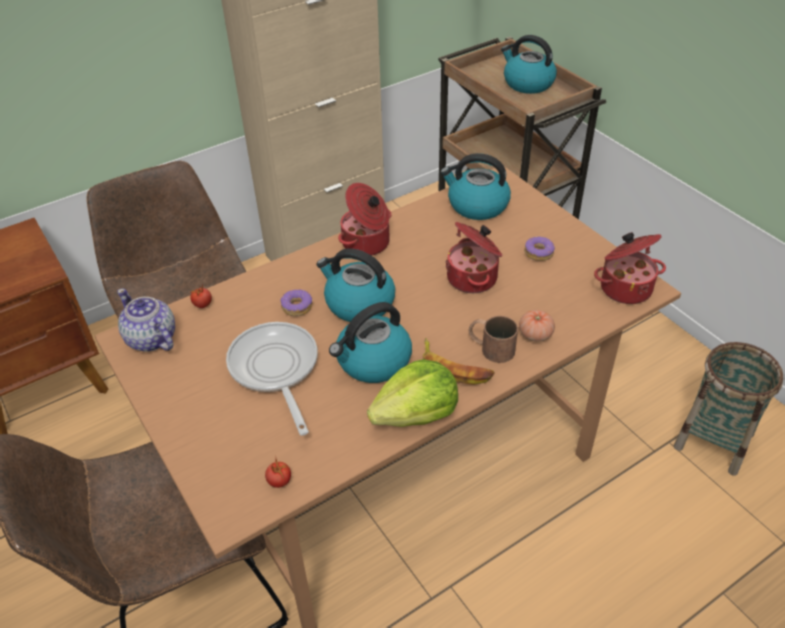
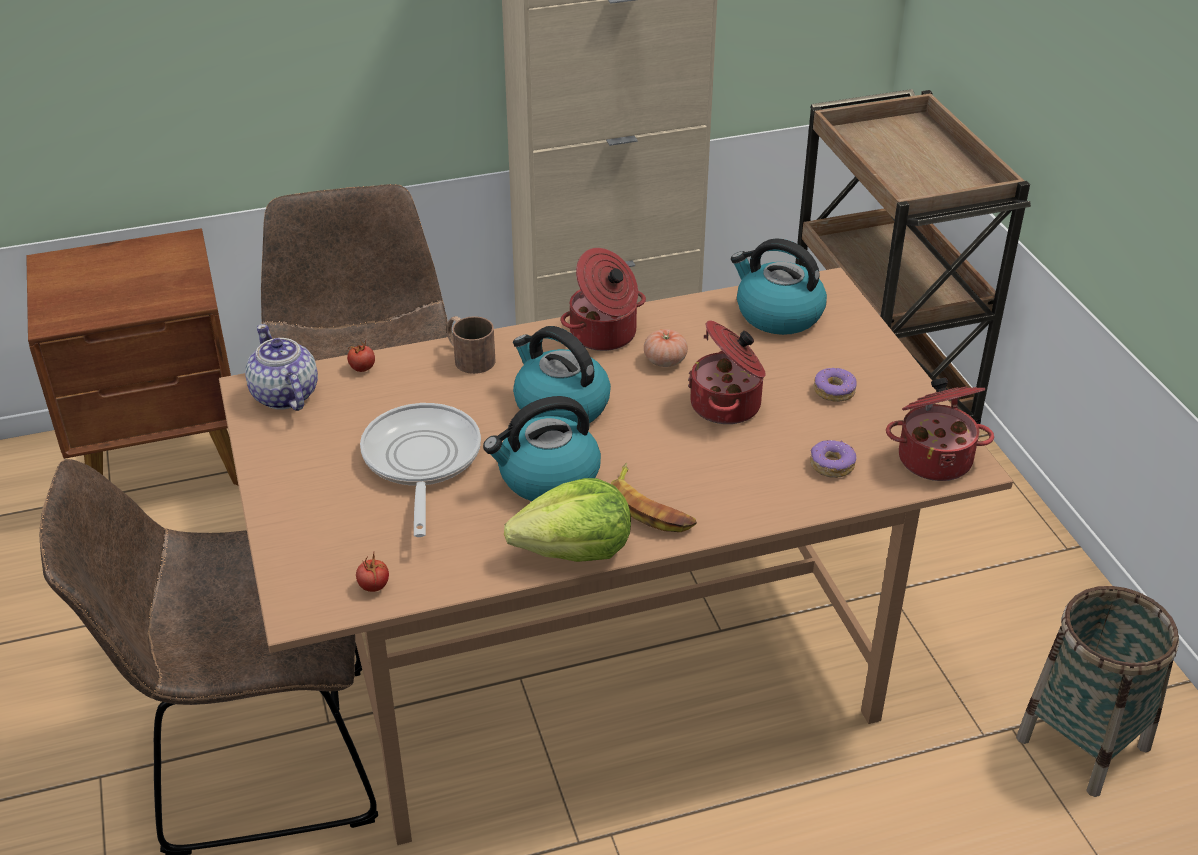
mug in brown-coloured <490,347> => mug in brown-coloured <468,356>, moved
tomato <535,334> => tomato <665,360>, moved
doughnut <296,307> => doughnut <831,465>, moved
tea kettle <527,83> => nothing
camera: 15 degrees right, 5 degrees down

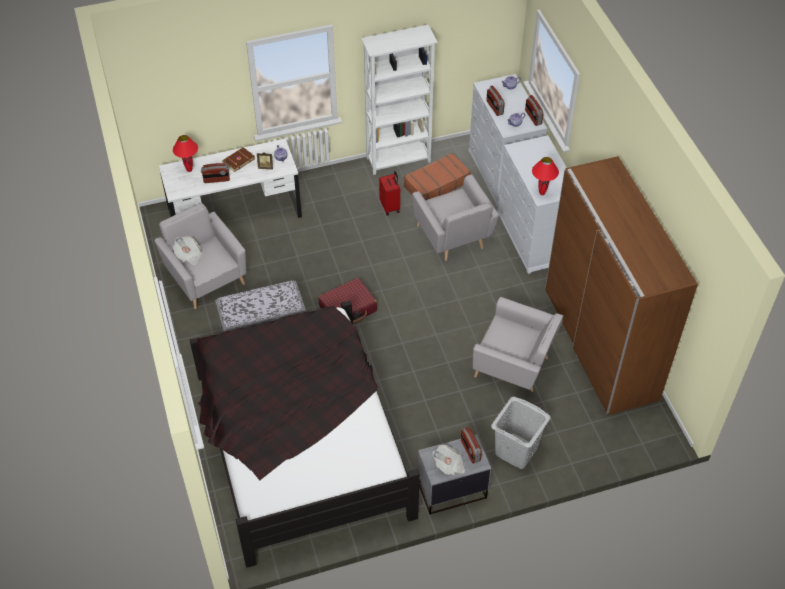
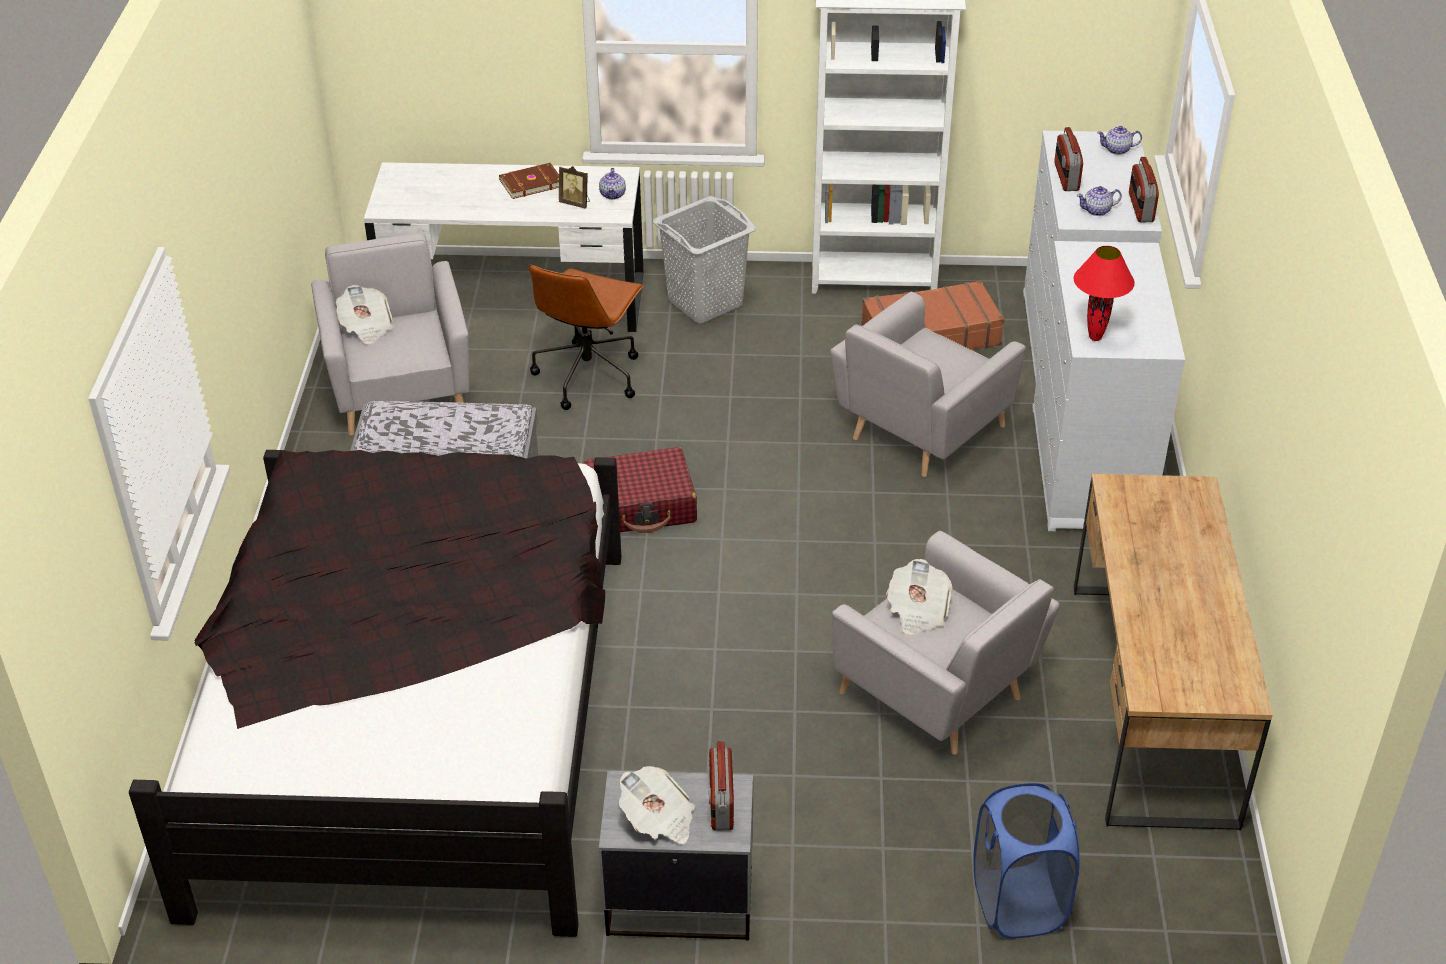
nothing => office chair in brown-coloured <588,375>
laundry basket in greyish <516,450> => laundry basket in greyish <706,303>, moved
easy chair in greyish <453,237> => easy chair in greyish <920,431>, 45 degrees clockwise
nothing => newspaper <917,611>
nothing => laundry basket in blue <1018,903>
armoire in brown-coloured <600,344> => desk in brown-coloured <1151,701>
table lamp in reddish <189,170> => nothing
radio <216,180> => nothing
suitcase in reddish <390,207> => nothing
camera: 20 degrees right, 10 degrees down

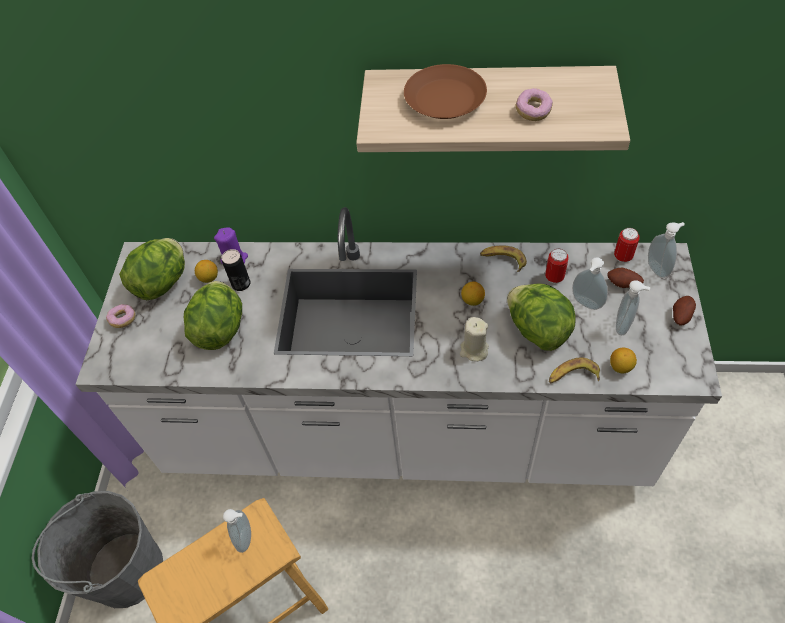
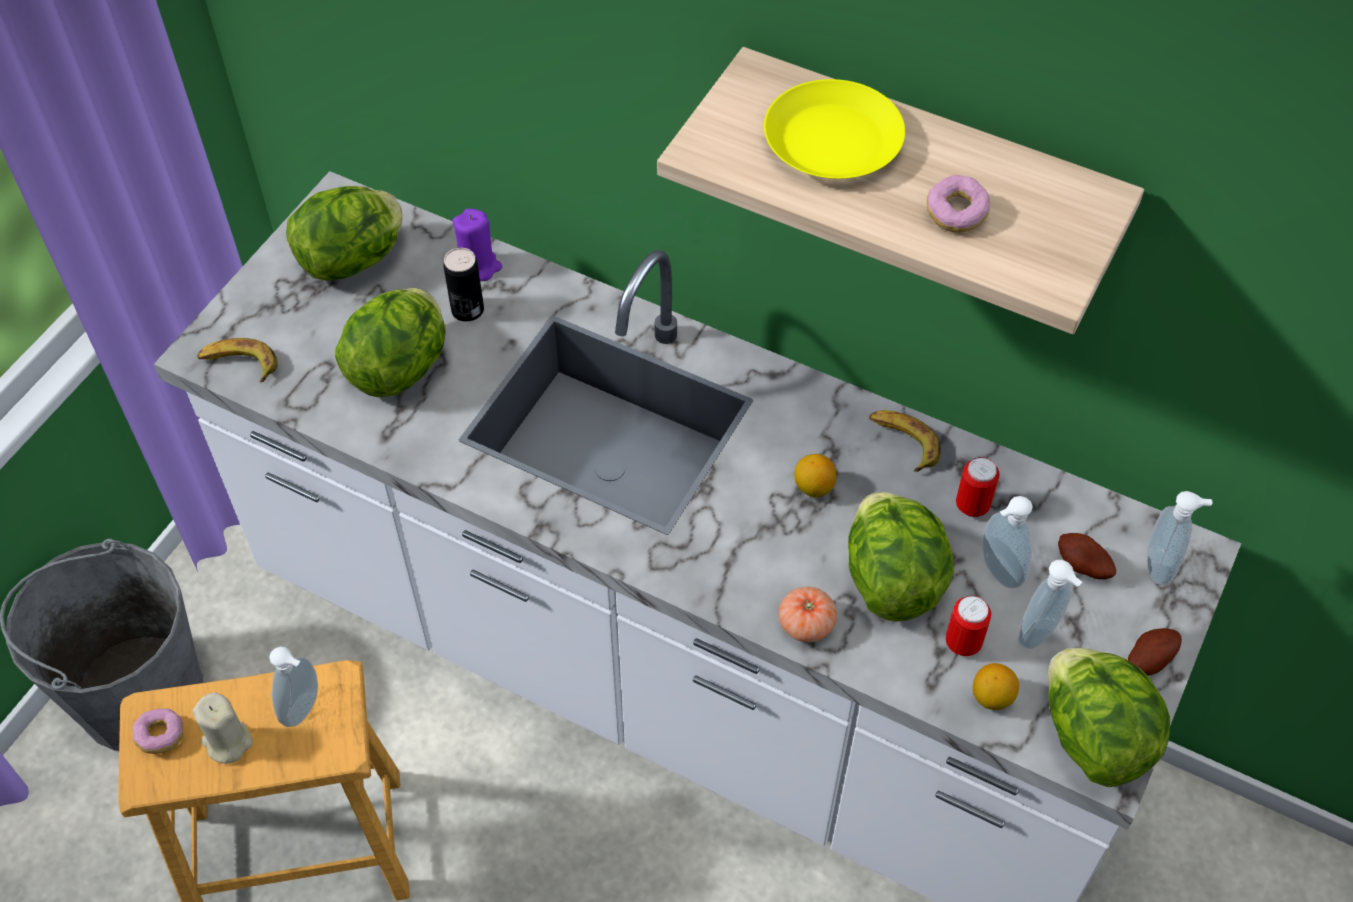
doughnut <123,319> => doughnut <161,736>, moved
wax light in beige-coloured <474,350> => wax light in beige-coloured <227,742>, moved
banana <572,376> => banana <239,364>, moved
dinner plate in brown-coloured <446,99> => dinner plate in yellowish <834,142>
nothing => tomato <806,624>
sealed can <623,257> => sealed can <962,643>, moved
nothing => lettuce <1093,736>
lemon <209,278> => nothing
camera: 20 degrees right, 0 degrees up

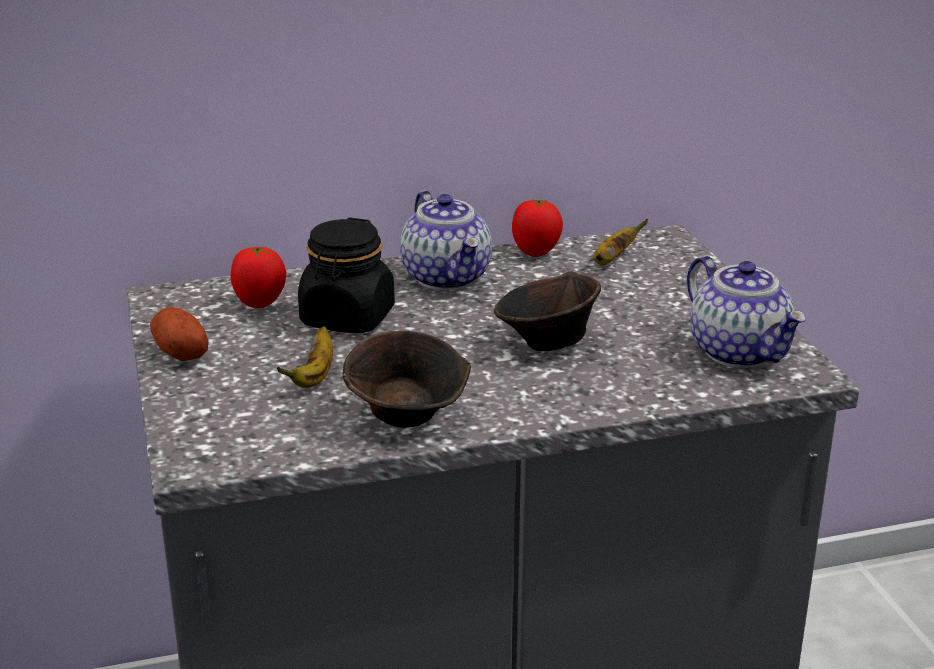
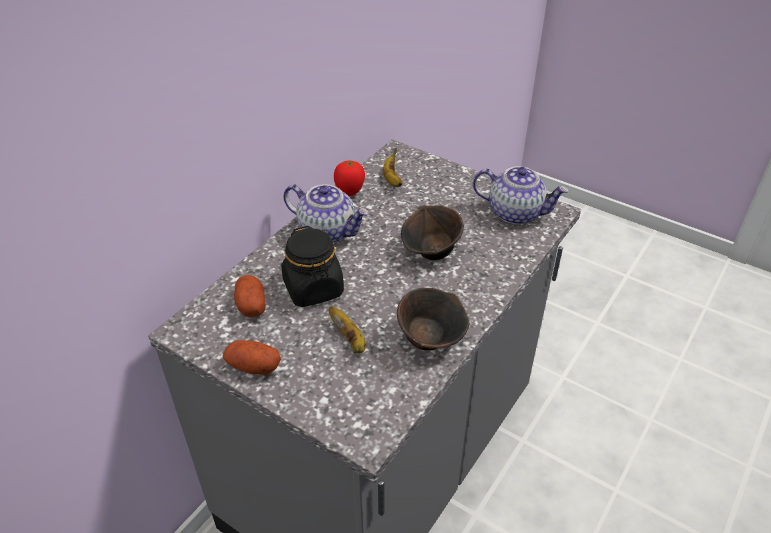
tomato <259,304> => potato <251,305>
camera: 40 degrees left, 15 degrees up

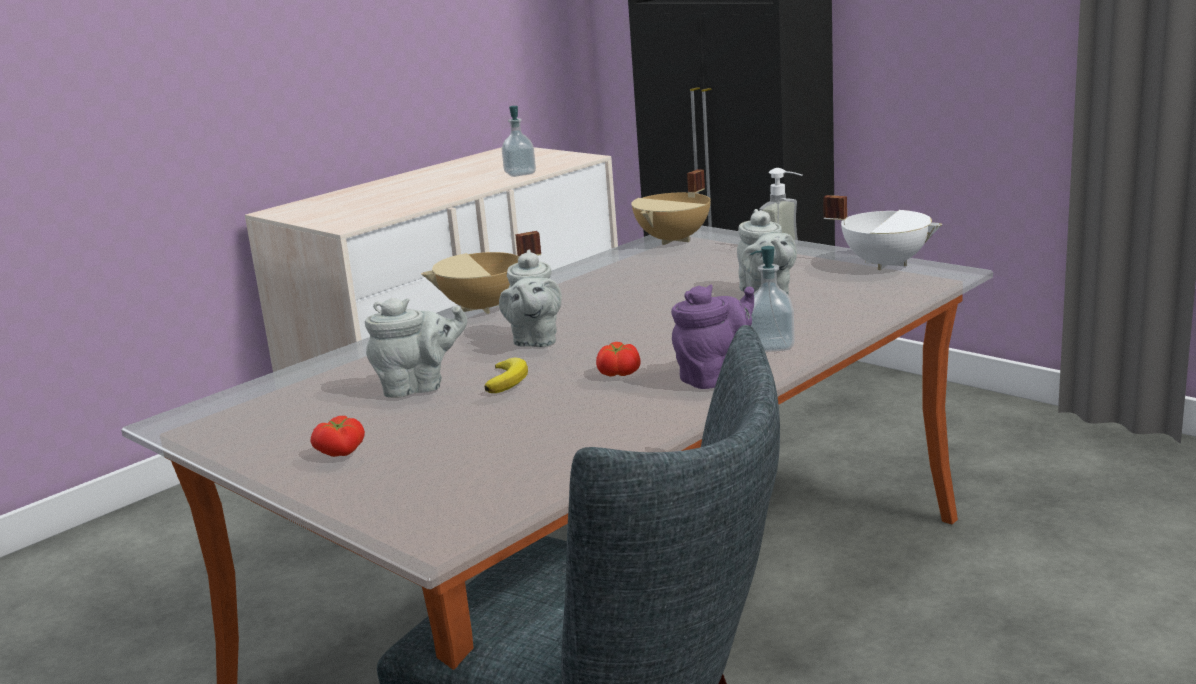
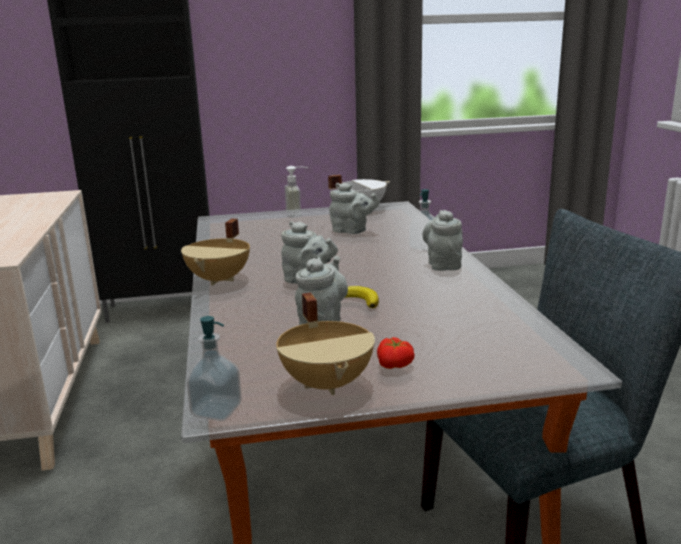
liquid soap bottle <520,174> => liquid soap bottle <216,410>, moved
saucepot in beige-coloured <675,240> => saucepot in beige-coloured <328,383>, moved
tea pot in purple-coloured <715,376> => tea pot in greyish <443,264>
tomato <618,374> => nothing
camera: 55 degrees left, 0 degrees up

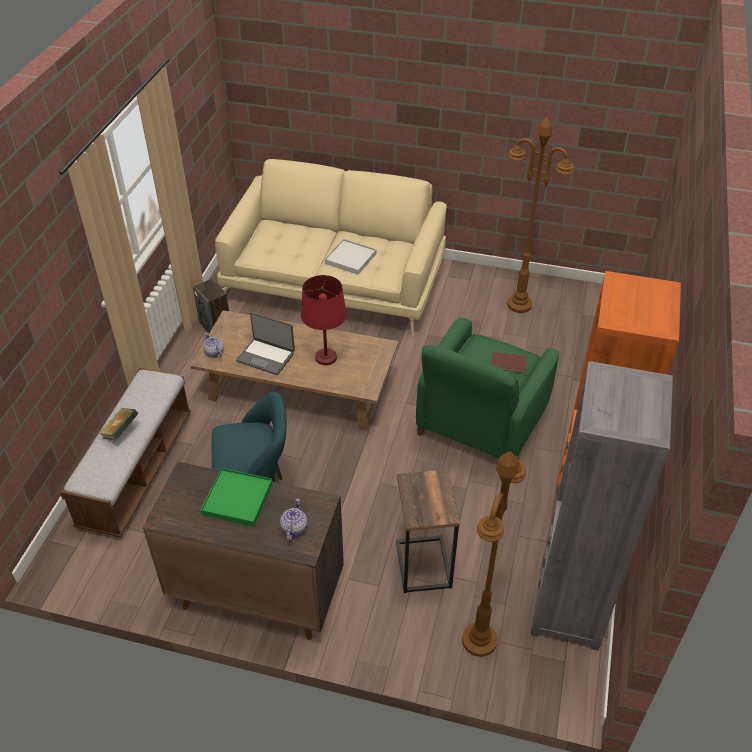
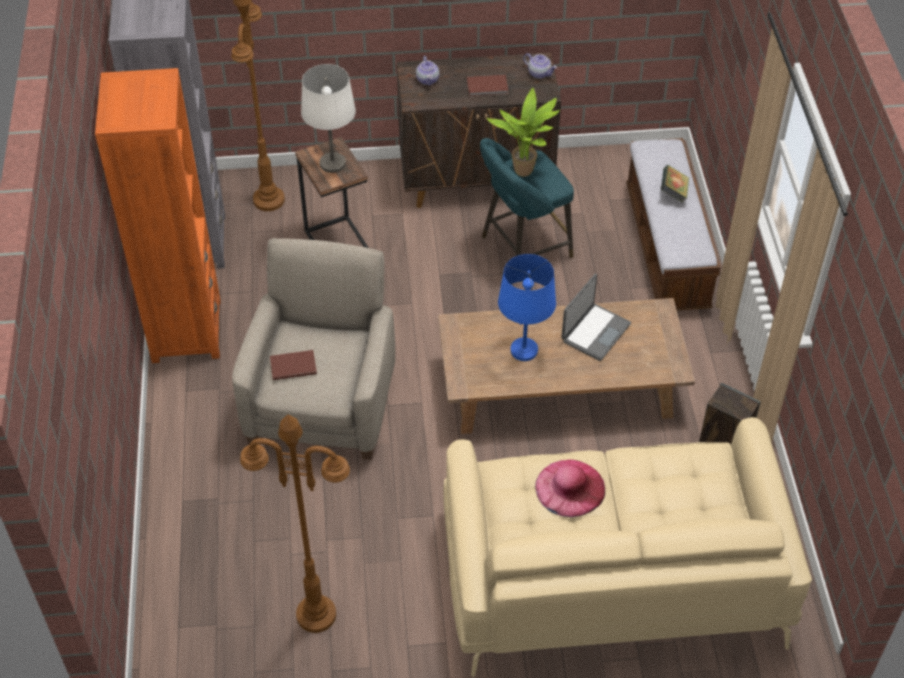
easy chair in green-coloured <480,422> => easy chair in beige-coloured <323,403>
nothing => table lamp in whitish <332,164>
tray in green-coloured <237,499> => book in brown-coloured <488,87>
nothing => houseplant <525,173>
table lamp in reddish <326,358> => table lamp in blue <523,350>
tea pot <214,352> => tea pot <539,73>, moved
tray in whitish <350,258> => hat in pinkish <570,488>
notebook computer <266,356> => notebook computer <595,332>, 120 degrees clockwise
camera: 160 degrees right, 5 degrees up

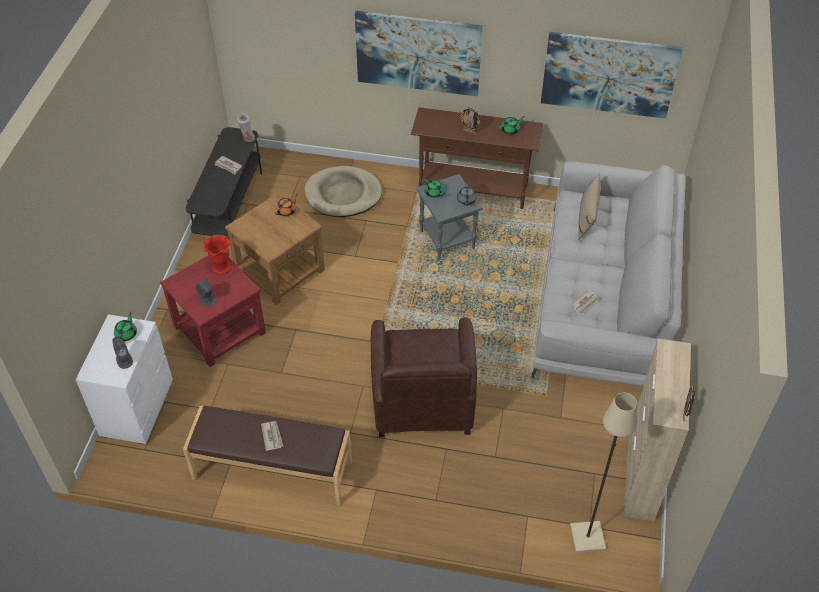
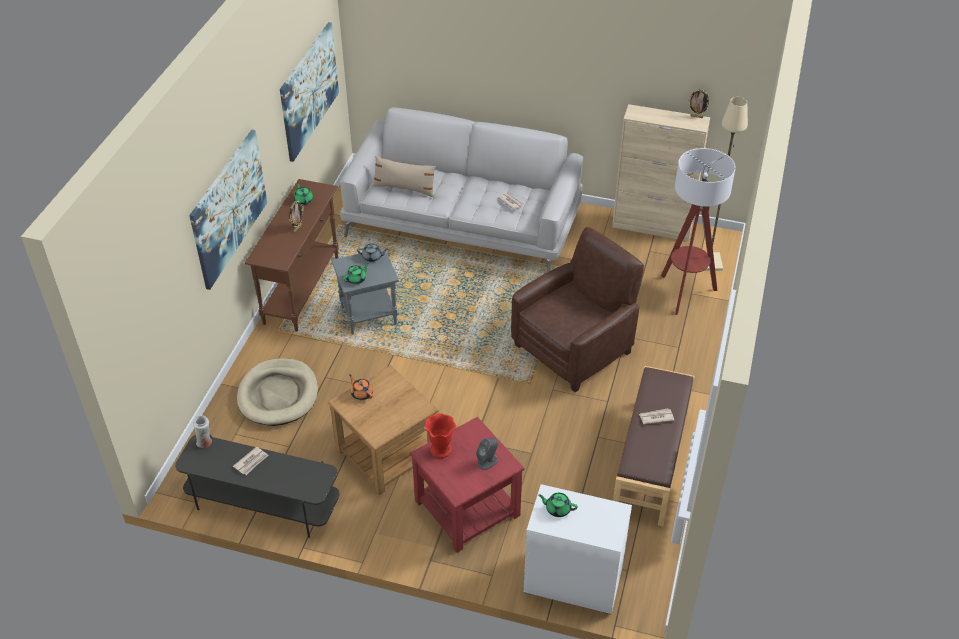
easy chair in brown-coloured <423,402> => easy chair in brown-coloured <574,348>, 45 degrees counterclockwise
nothing => standing lamp <684,293>
loudspeaker in greyish <124,360> => nothing
camera: 85 degrees left, 5 degrees down

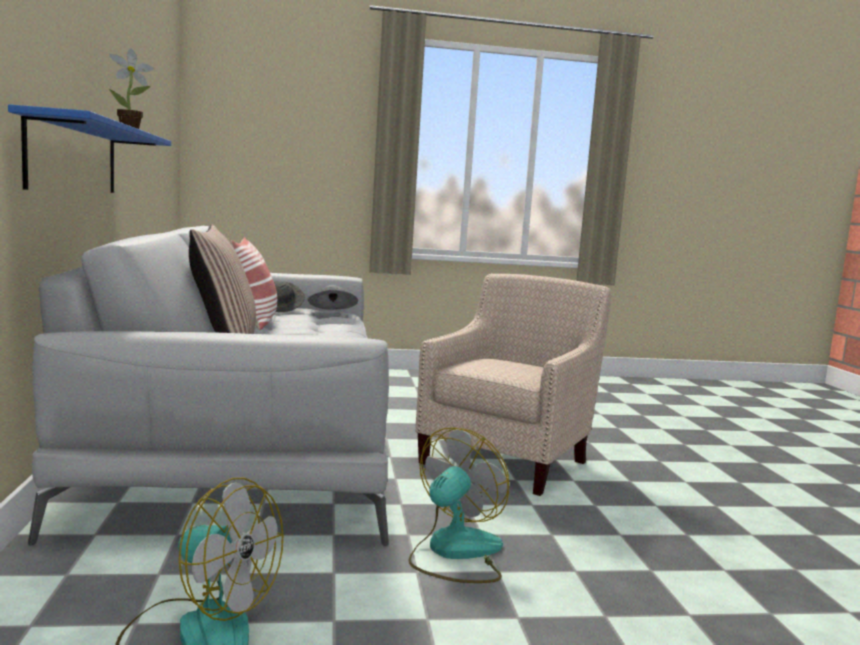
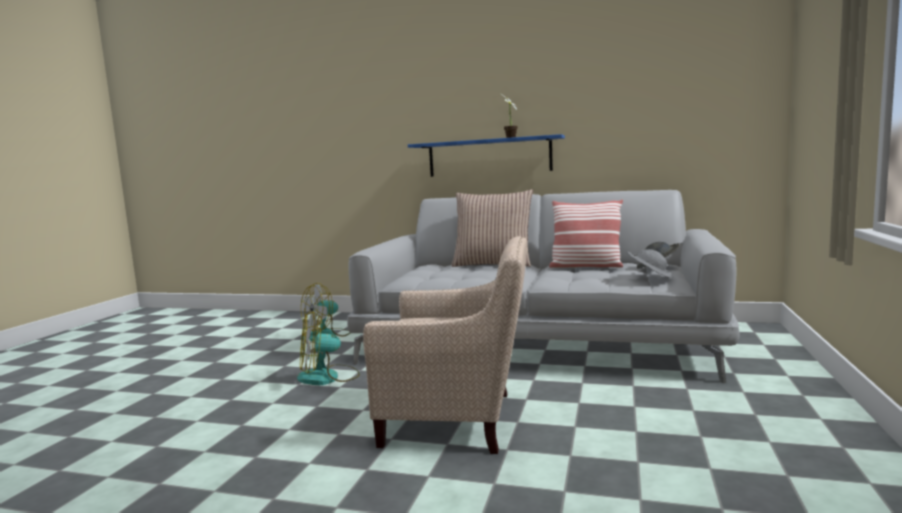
electric fan <454,553> => electric fan <328,377>, 105 degrees clockwise
easy chair in beige-coloured <509,459> => easy chair in beige-coloured <459,420>, 45 degrees counterclockwise
camera: 115 degrees right, 0 degrees up

